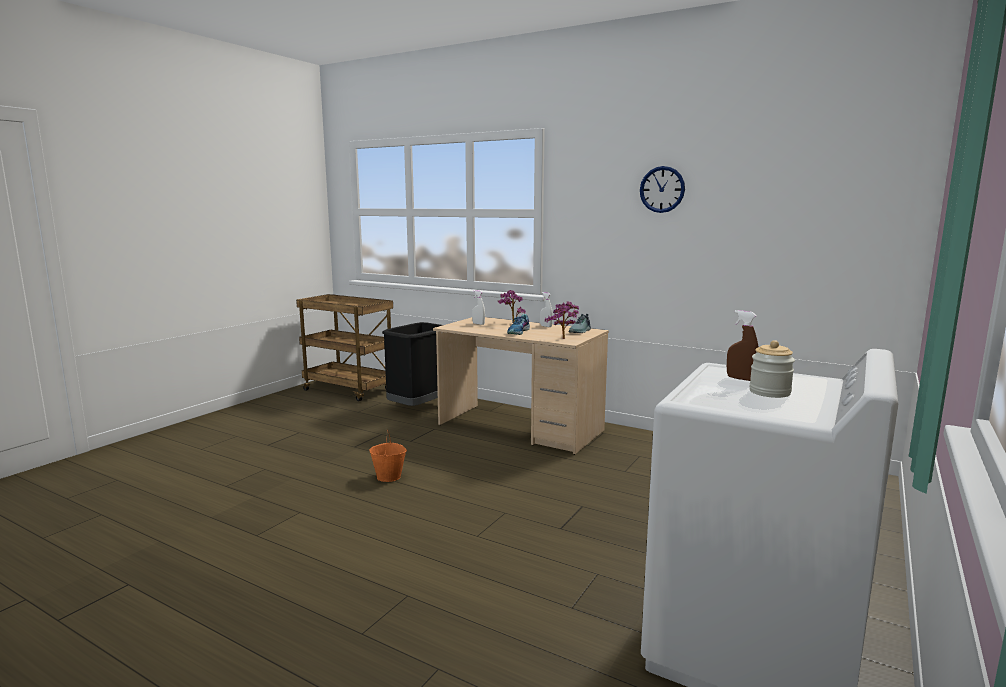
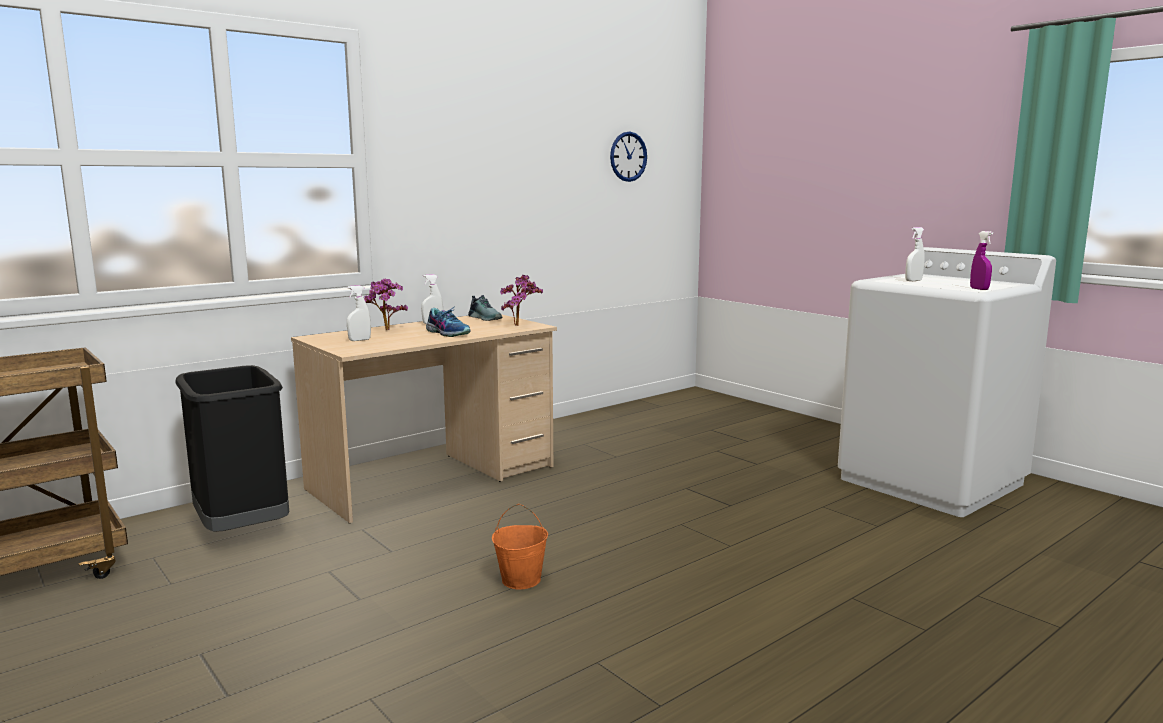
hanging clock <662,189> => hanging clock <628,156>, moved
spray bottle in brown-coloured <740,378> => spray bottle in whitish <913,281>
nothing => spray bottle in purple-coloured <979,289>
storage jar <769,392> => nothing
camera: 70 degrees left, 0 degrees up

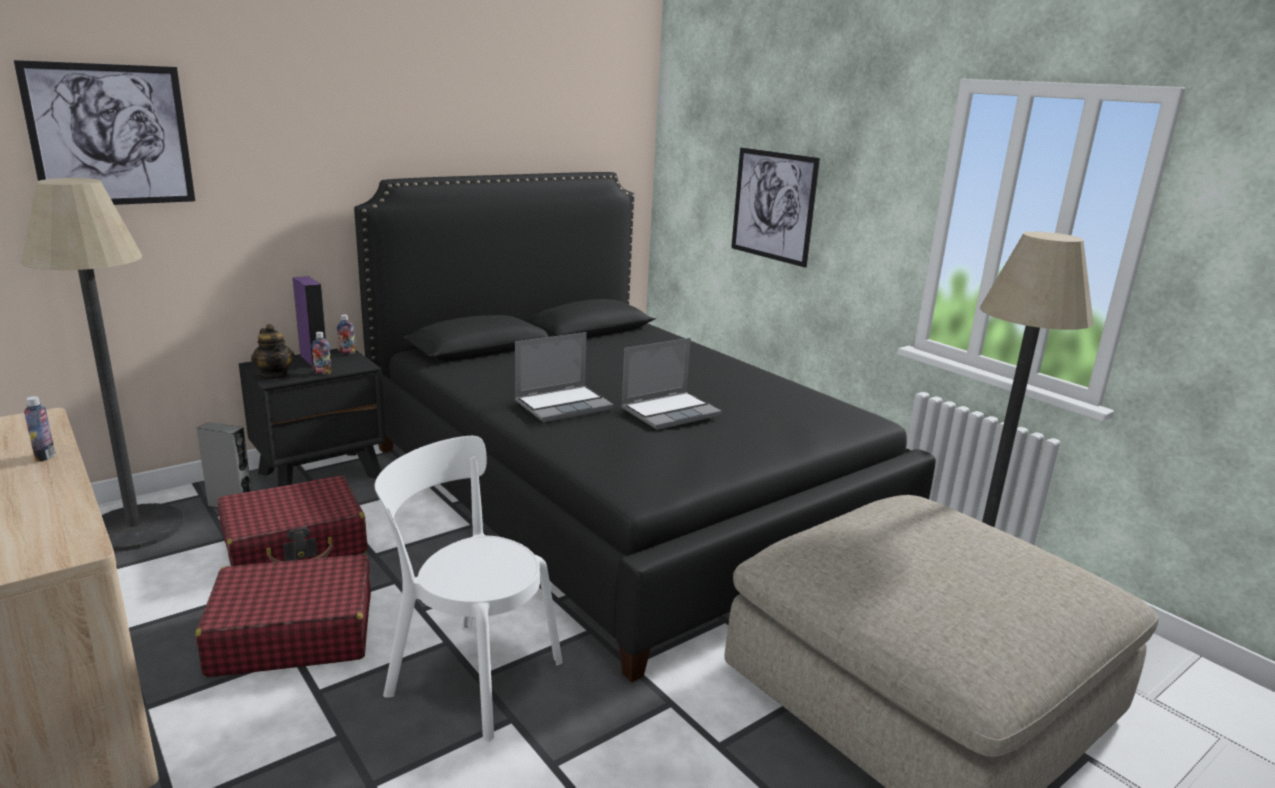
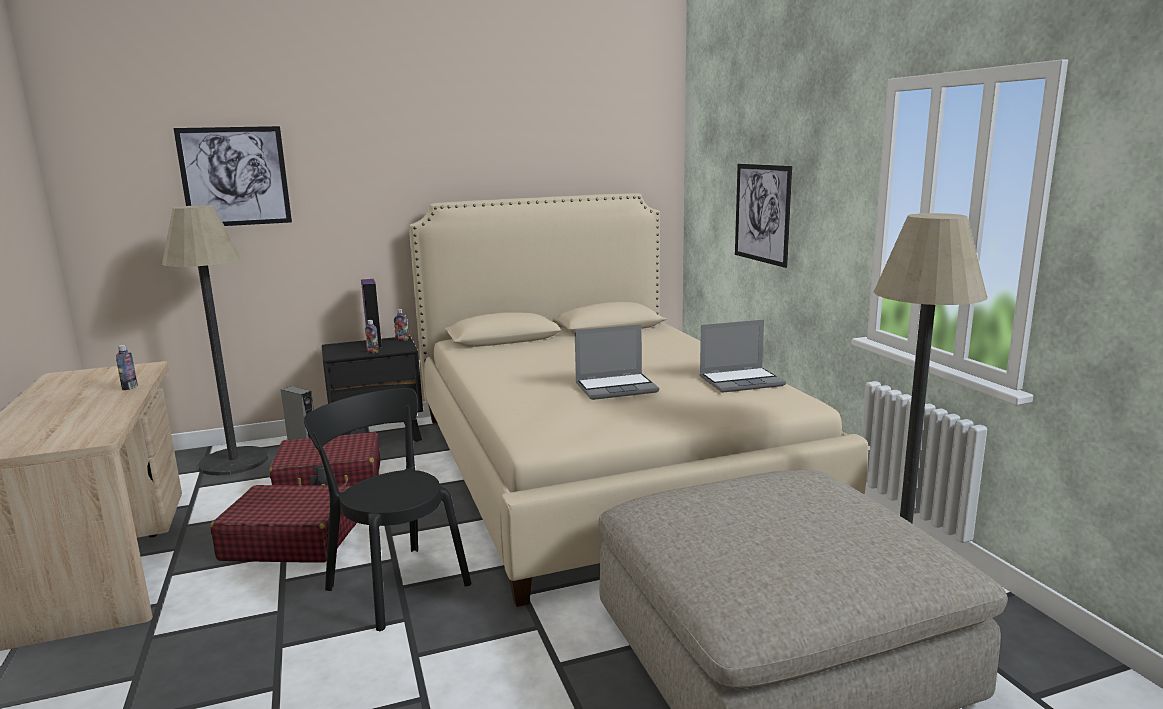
chair in whitish <469,674> => chair in black-coloured <395,583>
sleeping bed in black-coloured <620,493> => sleeping bed in beige-coloured <602,466>
notebook computer <564,405> => notebook computer <741,381>, moved
tea pot <275,375> => nothing
camera: 20 degrees right, 5 degrees down

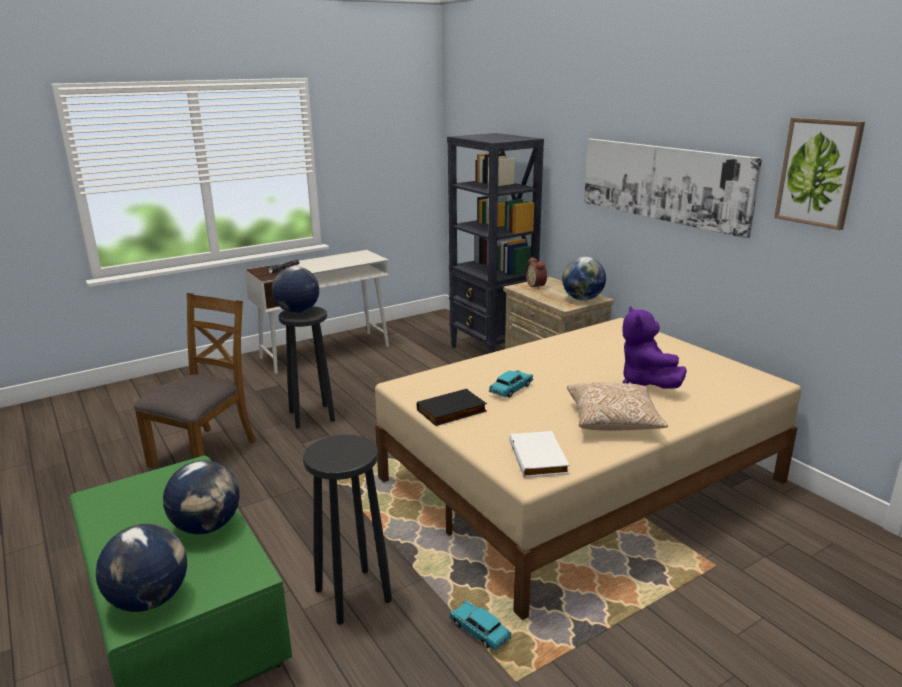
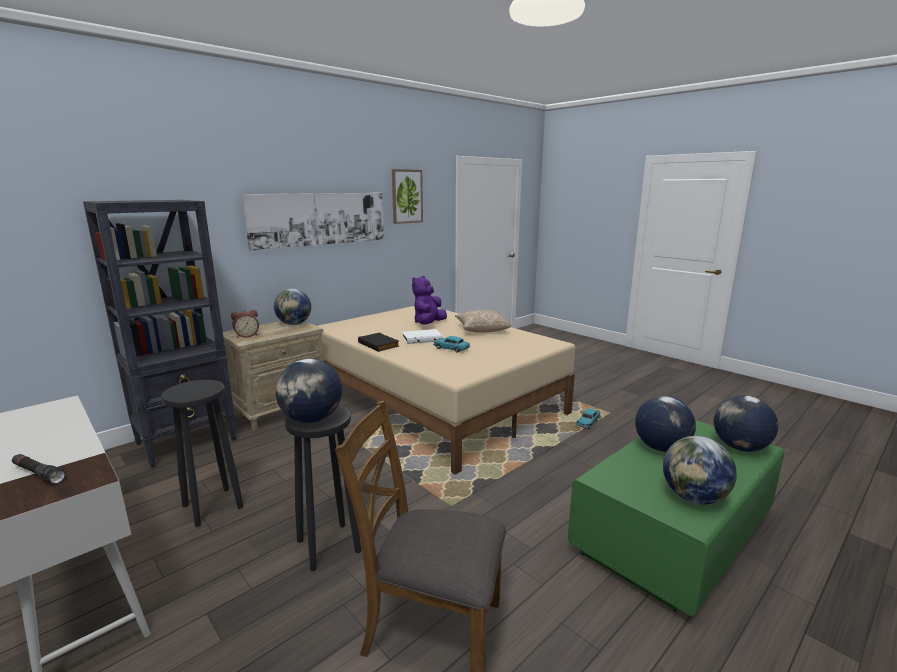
stool in black-coloured <352,595> => stool in black-coloured <213,507>, moved
book in black-coloured <452,411> => book in black-coloured <379,344>, moved
book in whitish <540,458> => book in whitish <422,338>, moved
cuddly toy in purple-coloured <645,382> => cuddly toy in purple-coloured <429,324>, 135 degrees clockwise
nothing => globe <693,498>
camera: 100 degrees left, 5 degrees down

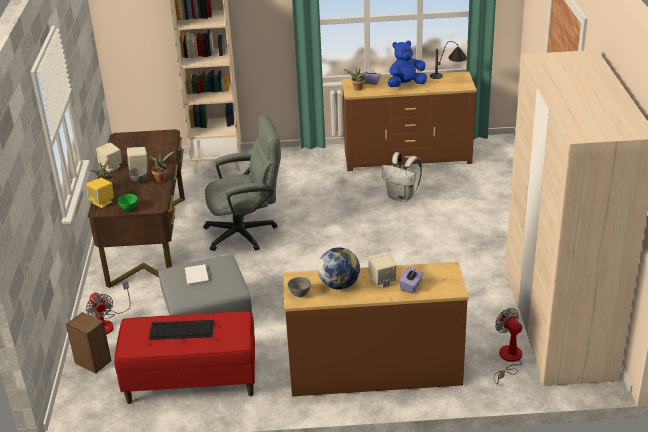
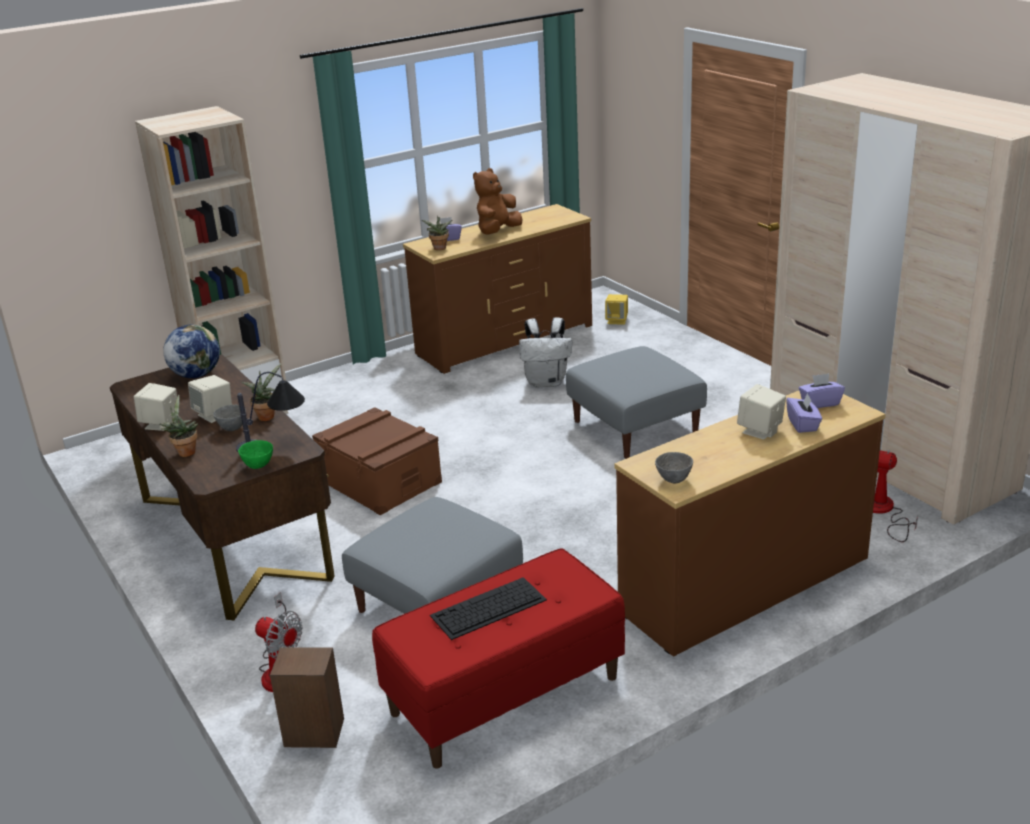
globe <339,285> => globe <196,375>, moved
table lamp <449,77> => table lamp <276,444>, moved
office chair in greyish <247,232> => storage box in brown-coloured <380,481>
cuddly toy in blue <406,85> => cuddly toy in brown-coloured <497,232>
nothing => footrest in greyish <636,427>
loudspeaker in yellowish <102,202> => loudspeaker in yellowish <617,321>, moved
nothing => box of tissues in purple-coloured <820,403>
book in whitish <196,277> => nothing
camera: 30 degrees left, 5 degrees down

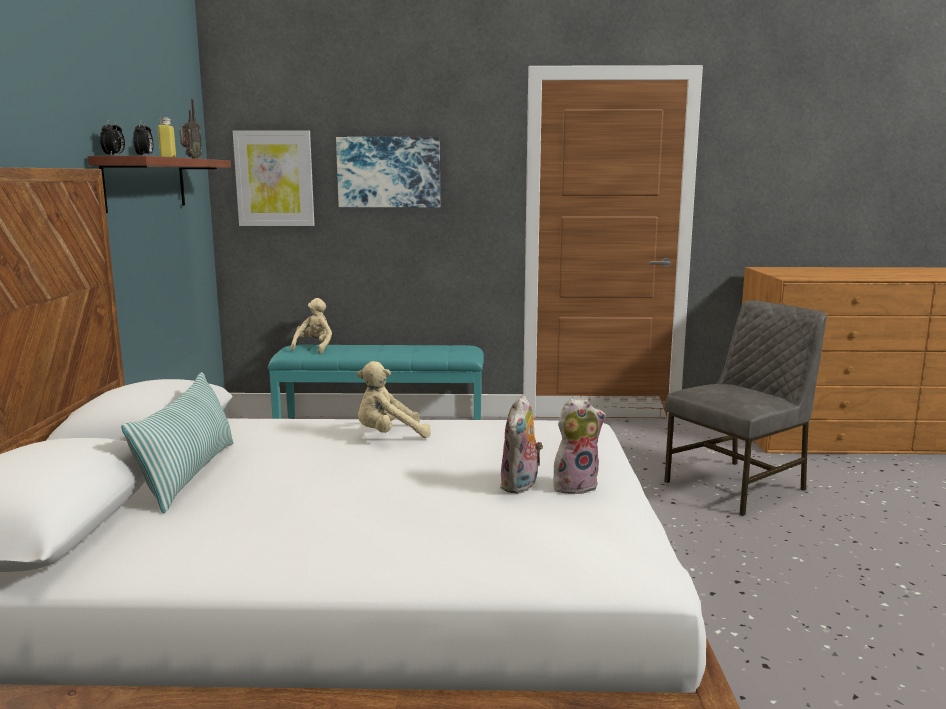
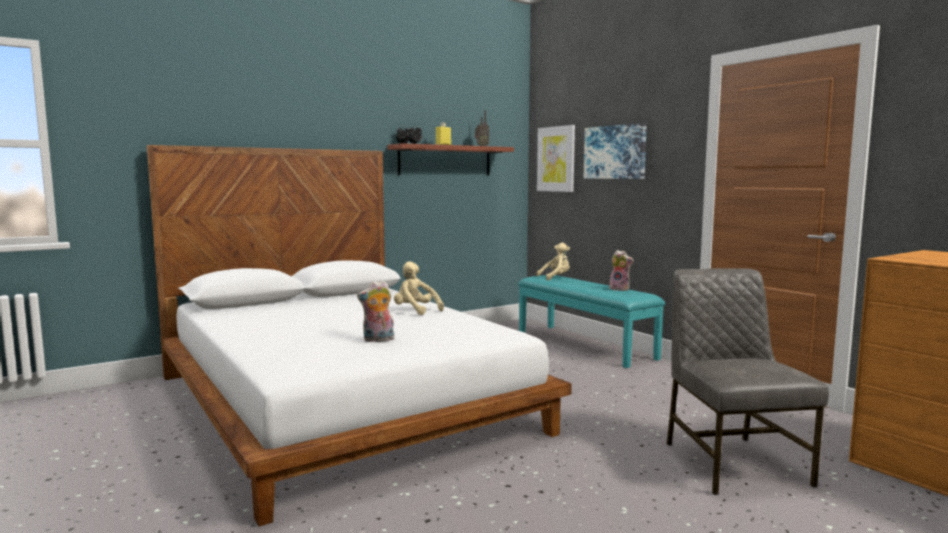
cuddly toy <575,485> => cuddly toy <620,289>, moved
chair in greyish <738,486> => chair in greyish <732,462>, 120 degrees counterclockwise
pillow <189,474> => nothing
camera: 55 degrees right, 5 degrees down

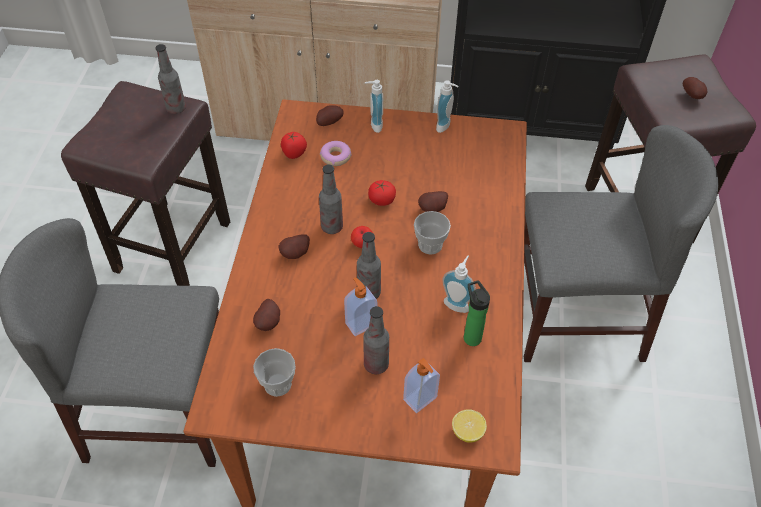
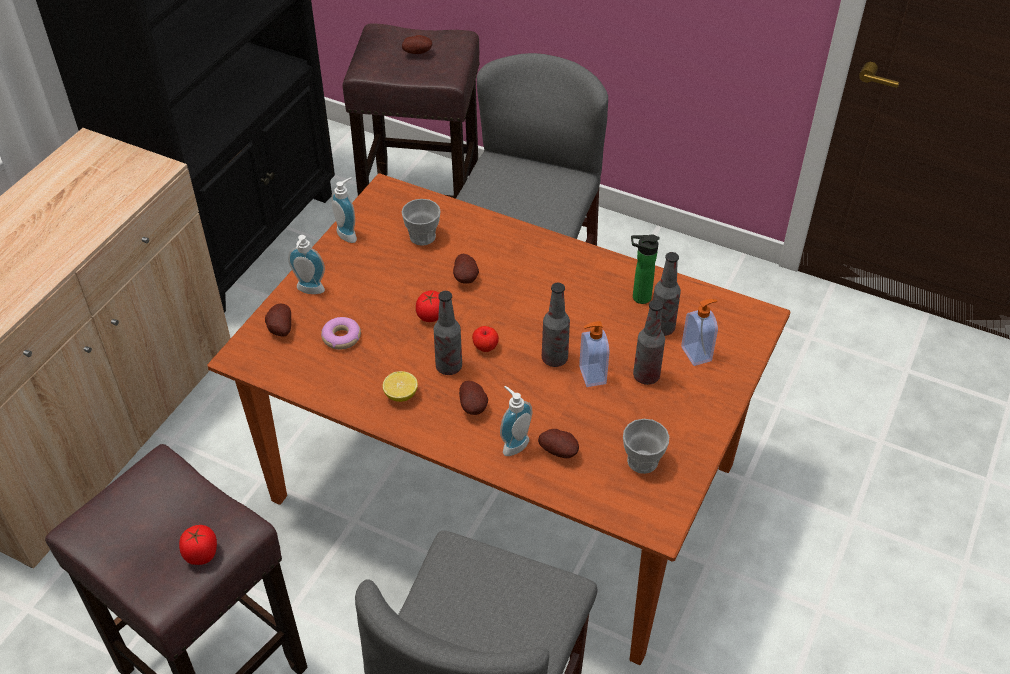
tomato <294,154> => tomato <202,555>, moved
lemon <467,432> => lemon <401,395>, moved
small cup <430,245> => small cup <422,236>, moved
liquid soap bottle <457,303> => liquid soap bottle <513,444>, moved
beverage bottle <176,108> => beverage bottle <662,328>, moved
camera: 70 degrees left, 5 degrees down

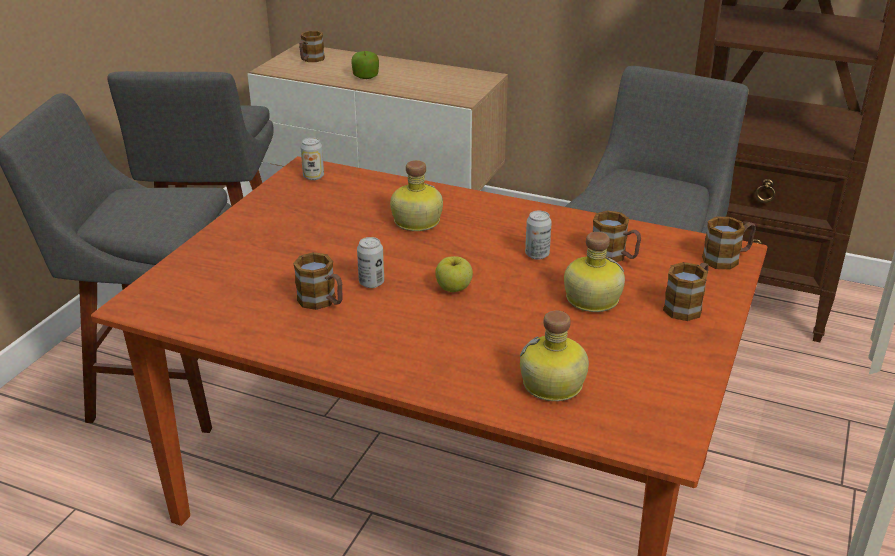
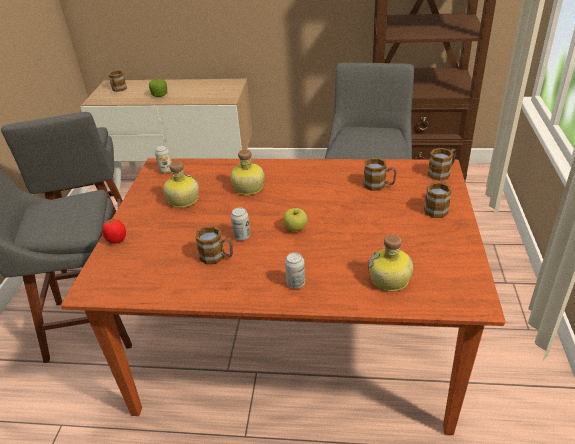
nothing => tomato <116,240>
beverage bottle <590,299> => beverage bottle <182,200>, moved
sealed can <537,254> => sealed can <296,283>, moved
camera: 15 degrees left, 5 degrees up

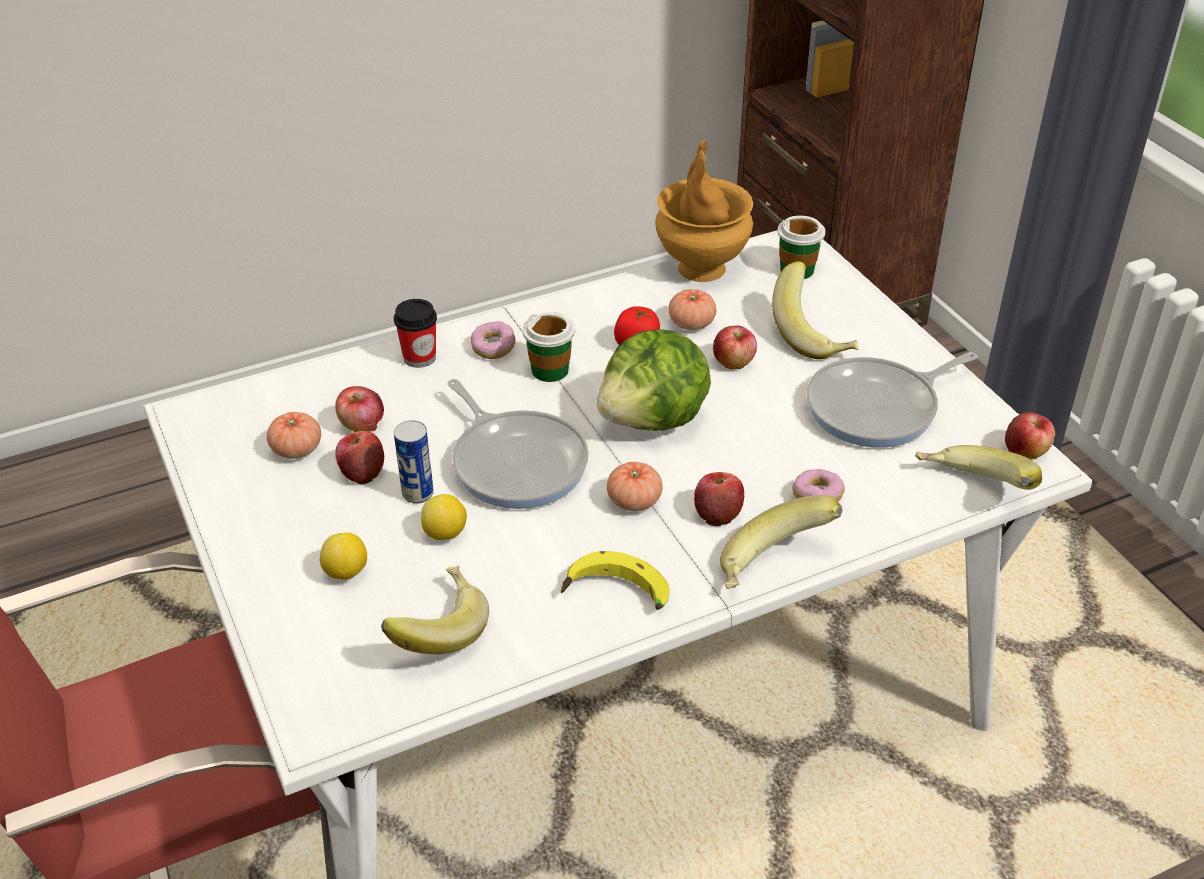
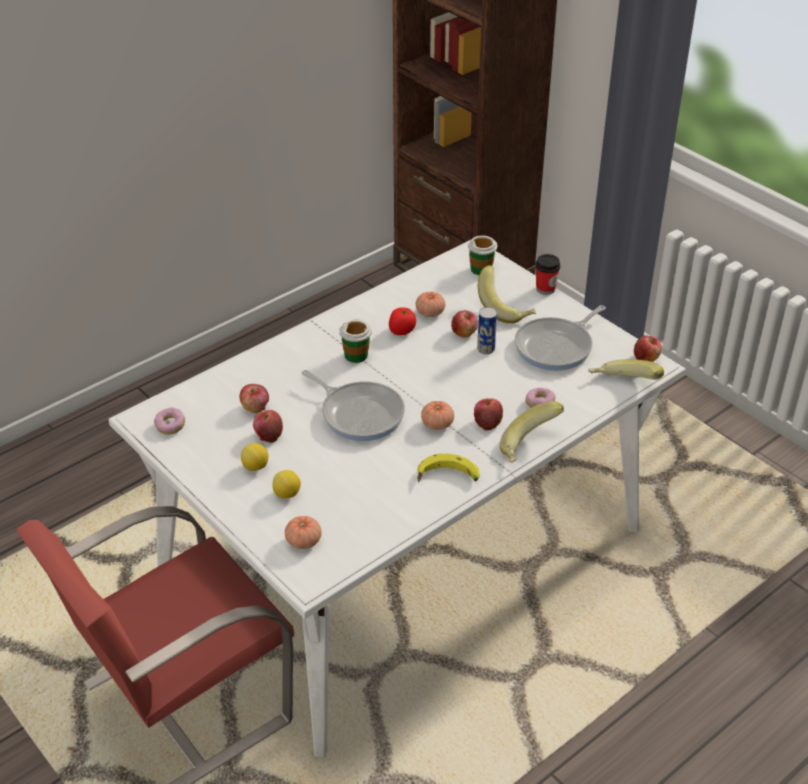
doughnut <493,348> => doughnut <170,426>, moved
lemon <445,533> => lemon <255,467>, moved
tomato <296,449> => tomato <303,541>, moved
sealed can <417,493> => sealed can <486,349>, moved
small cup <419,357> => small cup <545,289>, moved
banana <436,630> => nothing
lettuce <654,420> => nothing
flower vase in brown-coloured <701,267> => nothing
camera: 15 degrees left, 0 degrees up

